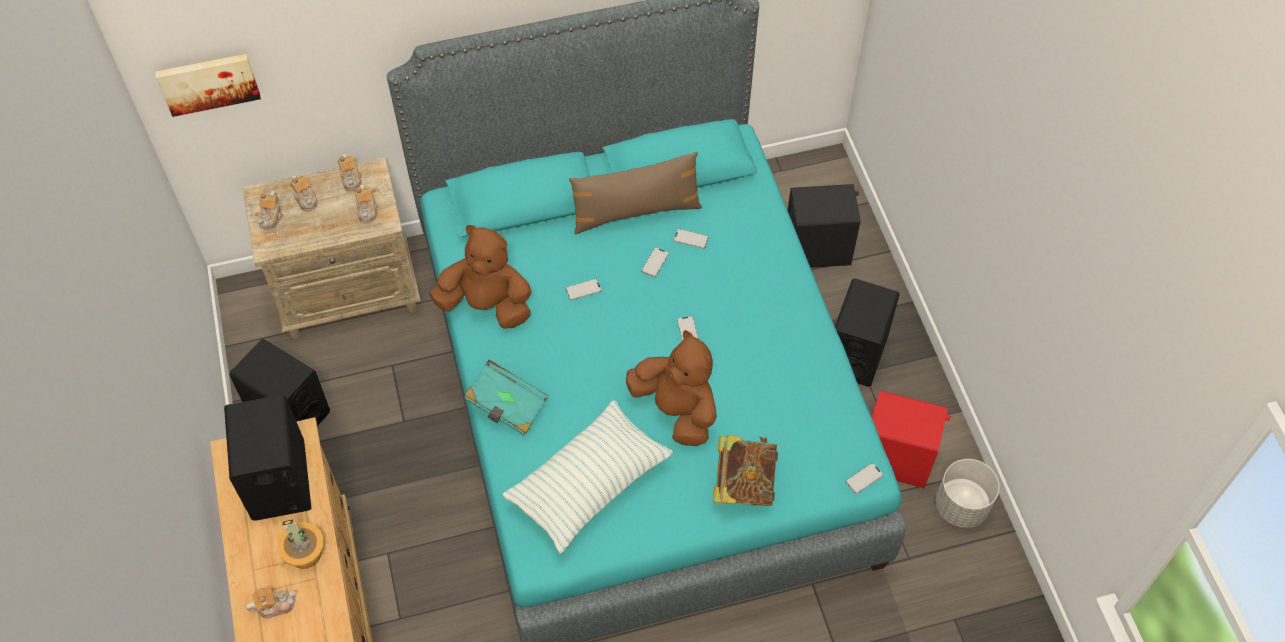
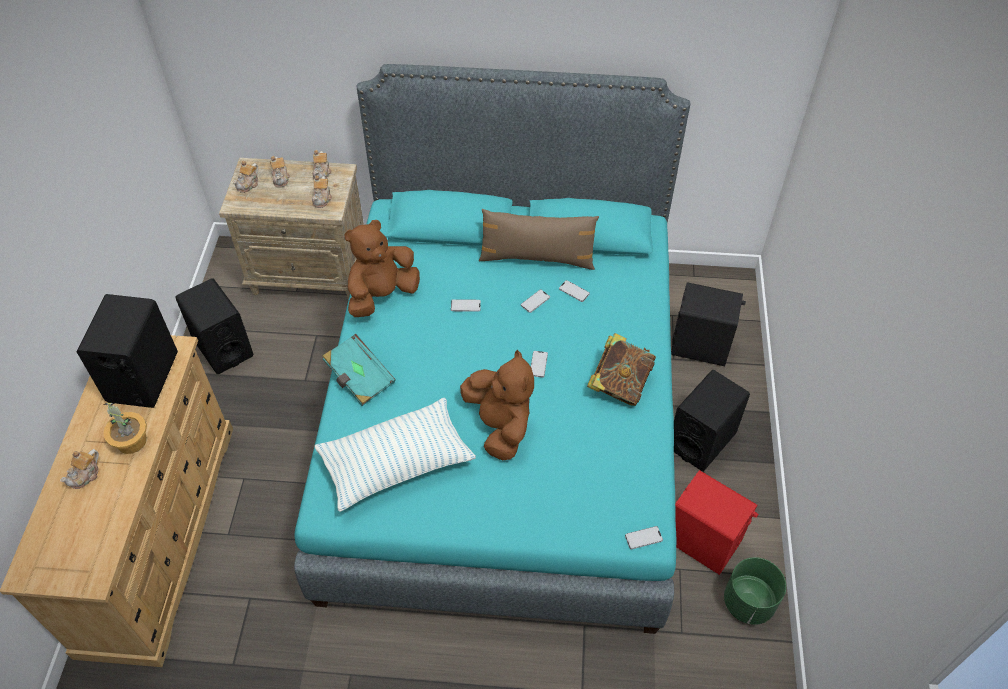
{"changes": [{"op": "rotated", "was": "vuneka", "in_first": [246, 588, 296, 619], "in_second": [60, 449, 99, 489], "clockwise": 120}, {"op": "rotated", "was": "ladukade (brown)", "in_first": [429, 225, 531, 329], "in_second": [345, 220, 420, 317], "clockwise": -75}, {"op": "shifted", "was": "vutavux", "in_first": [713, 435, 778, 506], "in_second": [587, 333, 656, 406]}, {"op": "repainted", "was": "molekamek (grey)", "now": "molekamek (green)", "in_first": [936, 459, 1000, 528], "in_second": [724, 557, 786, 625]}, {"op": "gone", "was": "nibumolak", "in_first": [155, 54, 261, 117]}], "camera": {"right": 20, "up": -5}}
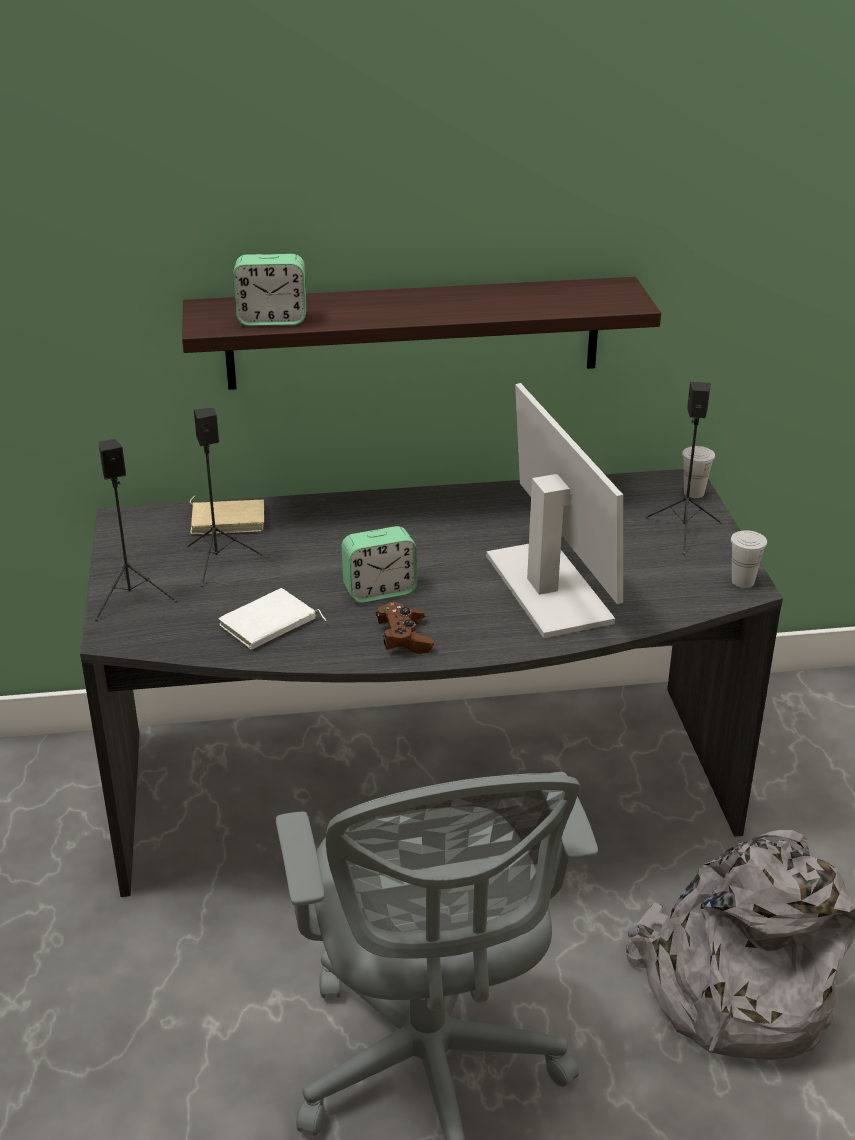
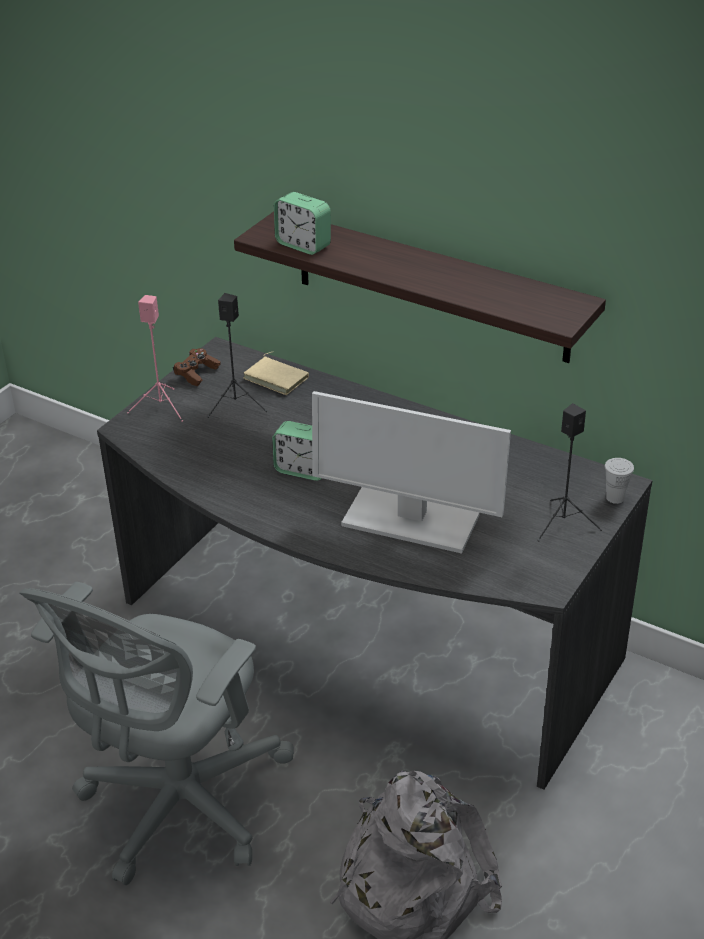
{"changes": [{"op": "repainted", "was": "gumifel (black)", "now": "gumifel (pink)", "in_first": [95, 439, 177, 621], "in_second": [127, 295, 183, 422]}, {"op": "shifted", "was": "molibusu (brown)", "in_first": [376, 602, 434, 654], "in_second": [173, 348, 221, 386]}, {"op": "rotated", "was": "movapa", "in_first": [486, 383, 623, 638], "in_second": [312, 391, 511, 554], "clockwise": 90}, {"op": "gone", "was": "vutavux (white)", "in_first": [219, 588, 327, 649]}, {"op": "gone", "was": "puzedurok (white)", "in_first": [731, 530, 767, 588]}], "camera": {"right": 40, "up": 5}}
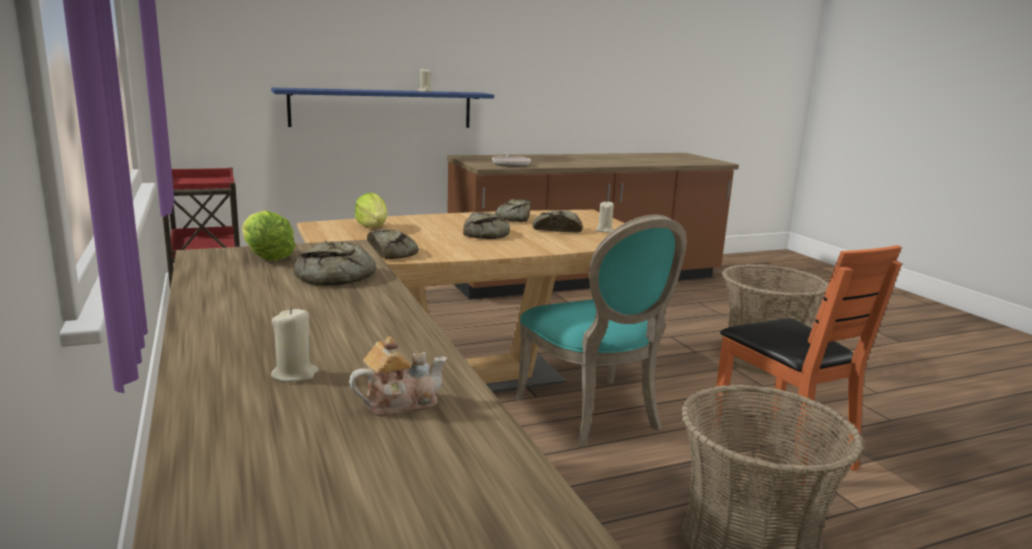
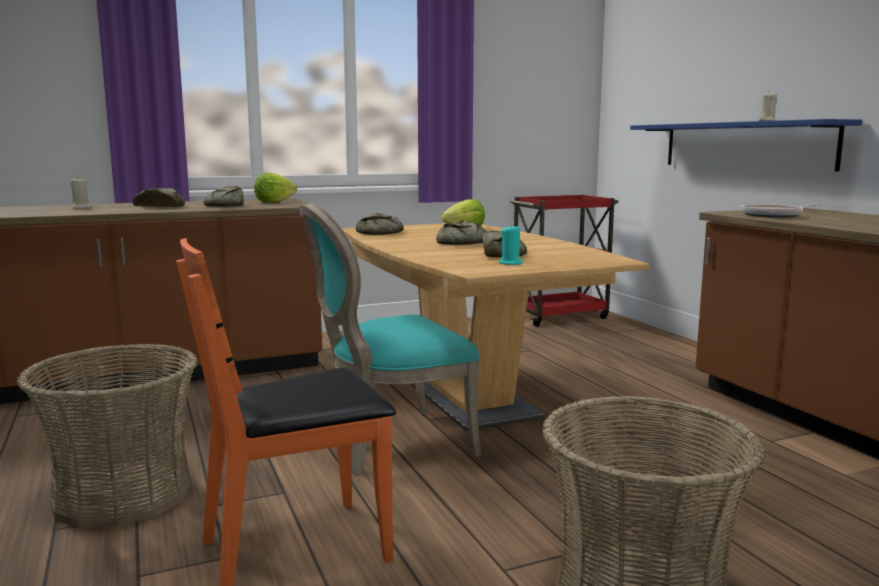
{"changes": [{"op": "shifted", "was": "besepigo", "in_first": [495, 199, 532, 222], "in_second": [133, 187, 185, 207]}, {"op": "repainted", "was": "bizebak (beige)", "now": "bizebak (turquoise)", "in_first": [596, 201, 614, 233], "in_second": [499, 224, 523, 265]}, {"op": "gone", "was": "vuneka", "in_first": [349, 336, 447, 416]}], "camera": {"right": 90, "up": -5}}
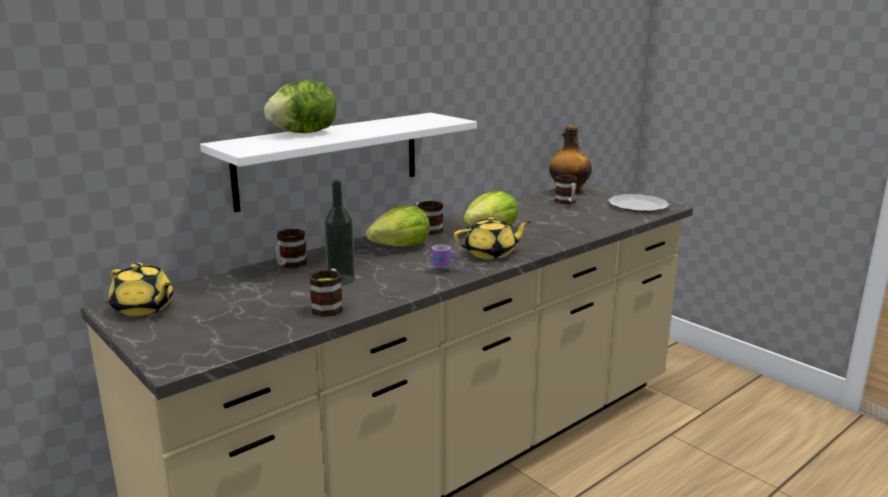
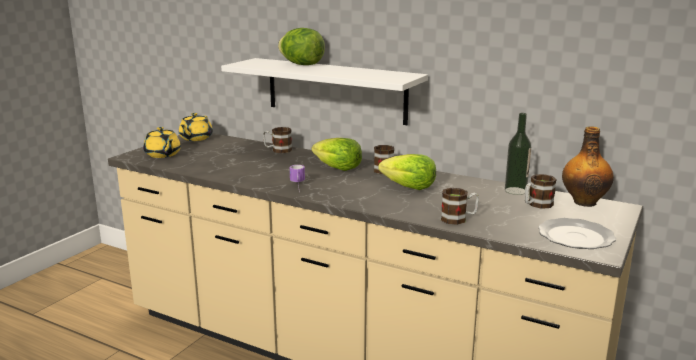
{"changes": [{"op": "shifted", "was": "vuneka (yellow)", "in_first": [454, 216, 531, 259], "in_second": [143, 127, 181, 158]}, {"op": "shifted", "was": "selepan", "in_first": [309, 269, 343, 317], "in_second": [441, 188, 479, 225]}, {"op": "shifted", "was": "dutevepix", "in_first": [324, 180, 355, 285], "in_second": [505, 113, 531, 195]}], "camera": {"right": 70, "up": 0}}
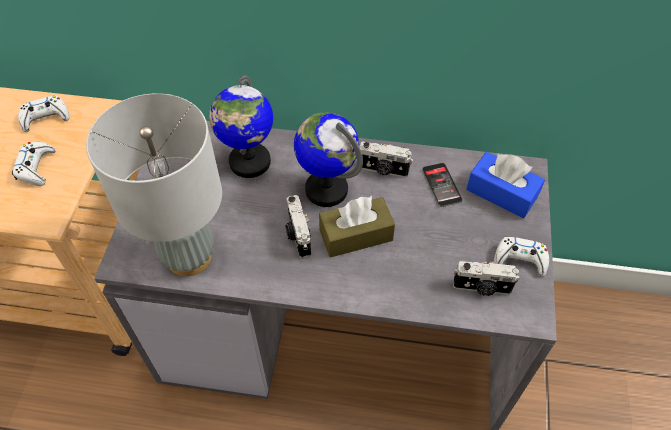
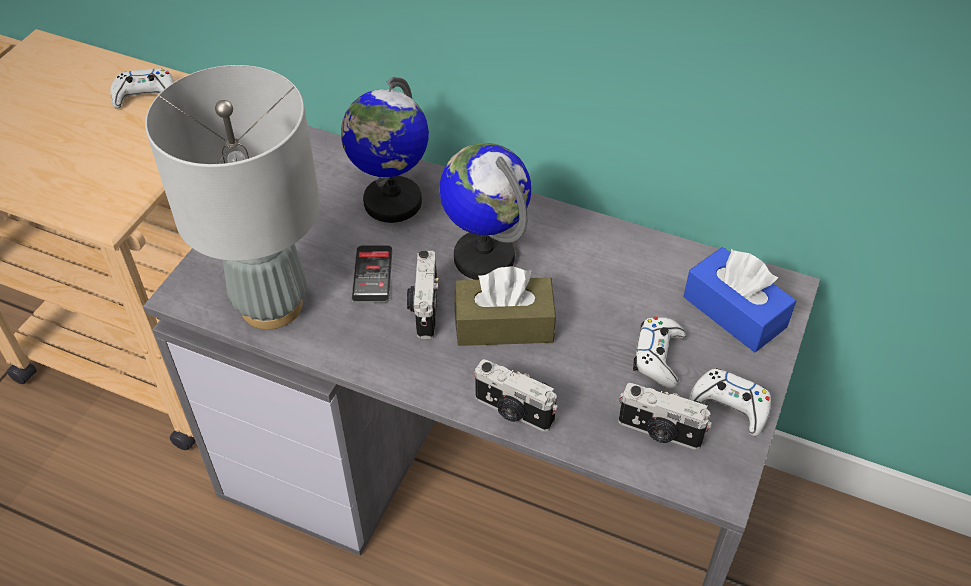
{"changes": [{"op": "shifted", "was": "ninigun", "in_first": [422, 163, 462, 207], "in_second": [352, 245, 392, 303]}, {"op": "shifted", "was": "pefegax", "in_first": [360, 141, 413, 178], "in_second": [474, 359, 558, 432]}, {"op": "shifted", "was": "molibusu (white)", "in_first": [12, 142, 55, 186], "in_second": [633, 316, 686, 388]}], "camera": {"right": 15, "up": -5}}
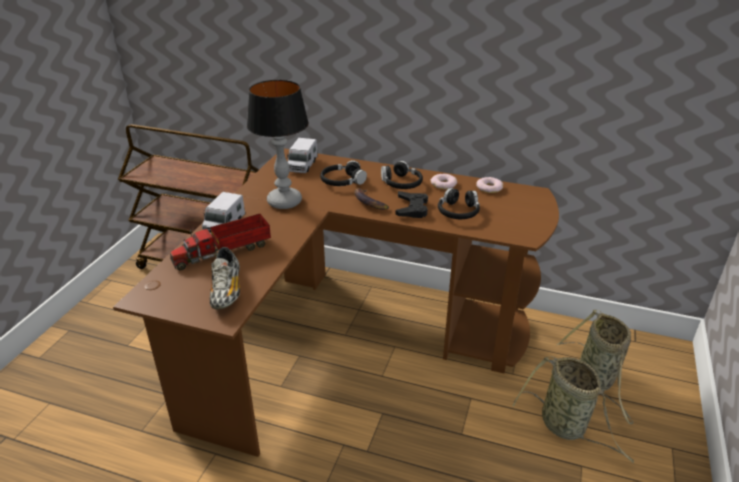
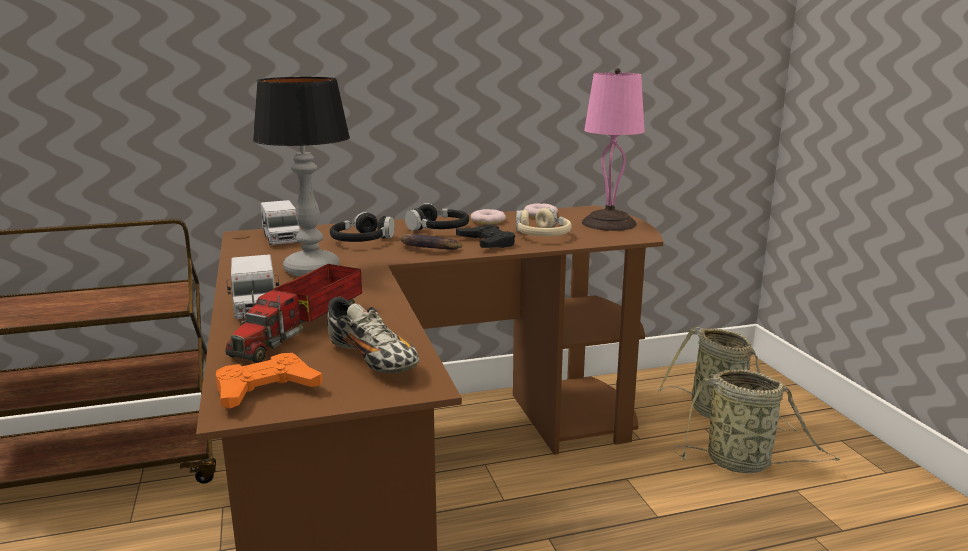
{"changes": [{"op": "new", "now": "molibusu (orange)", "in_second": [216, 353, 323, 409]}, {"op": "repainted", "was": "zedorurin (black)", "now": "zedorurin (beige)", "in_first": [438, 188, 480, 219], "in_second": [516, 208, 572, 236]}, {"op": "new", "now": "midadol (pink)", "in_second": [582, 68, 645, 231]}], "camera": {"right": -35, "up": -15}}
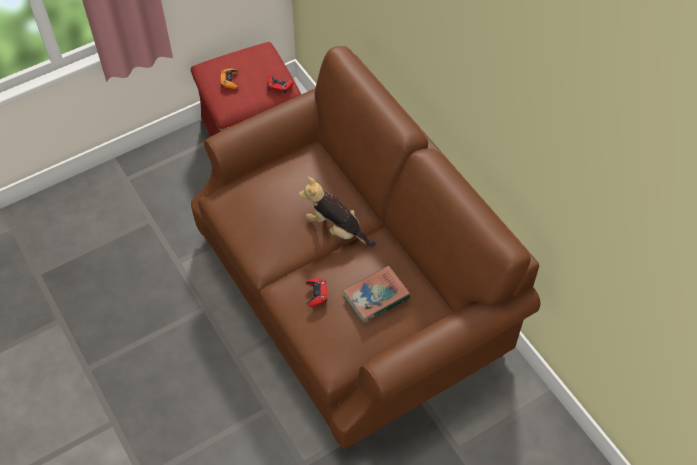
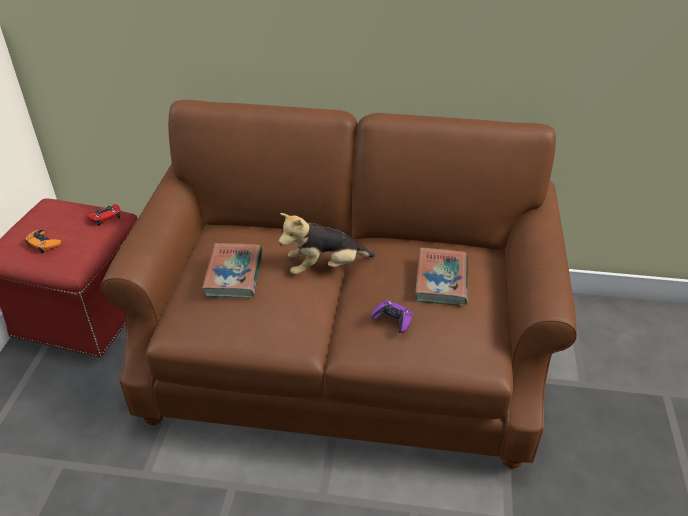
{"changes": [{"op": "new", "now": "vutavux", "in_second": [202, 243, 263, 297]}, {"op": "repainted", "was": "molibusu (red)", "now": "molibusu (purple)", "in_first": [306, 279, 328, 307], "in_second": [371, 300, 413, 333]}], "camera": {"right": -50, "up": -15}}
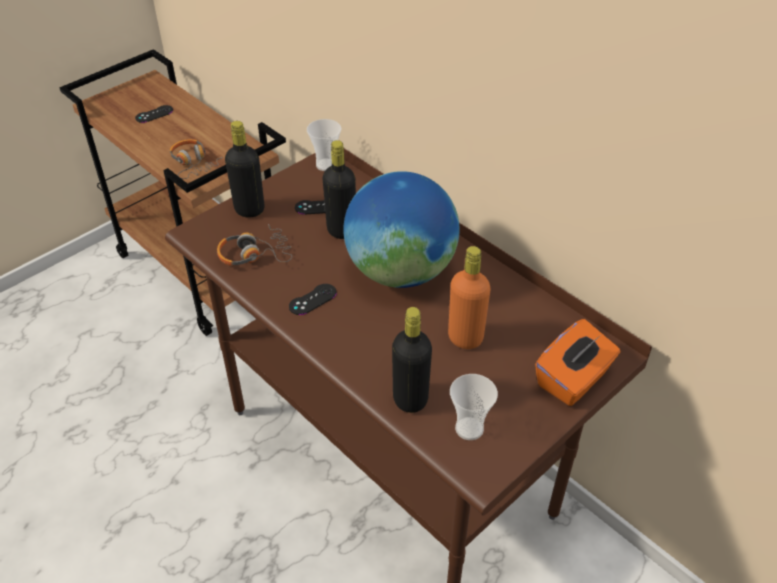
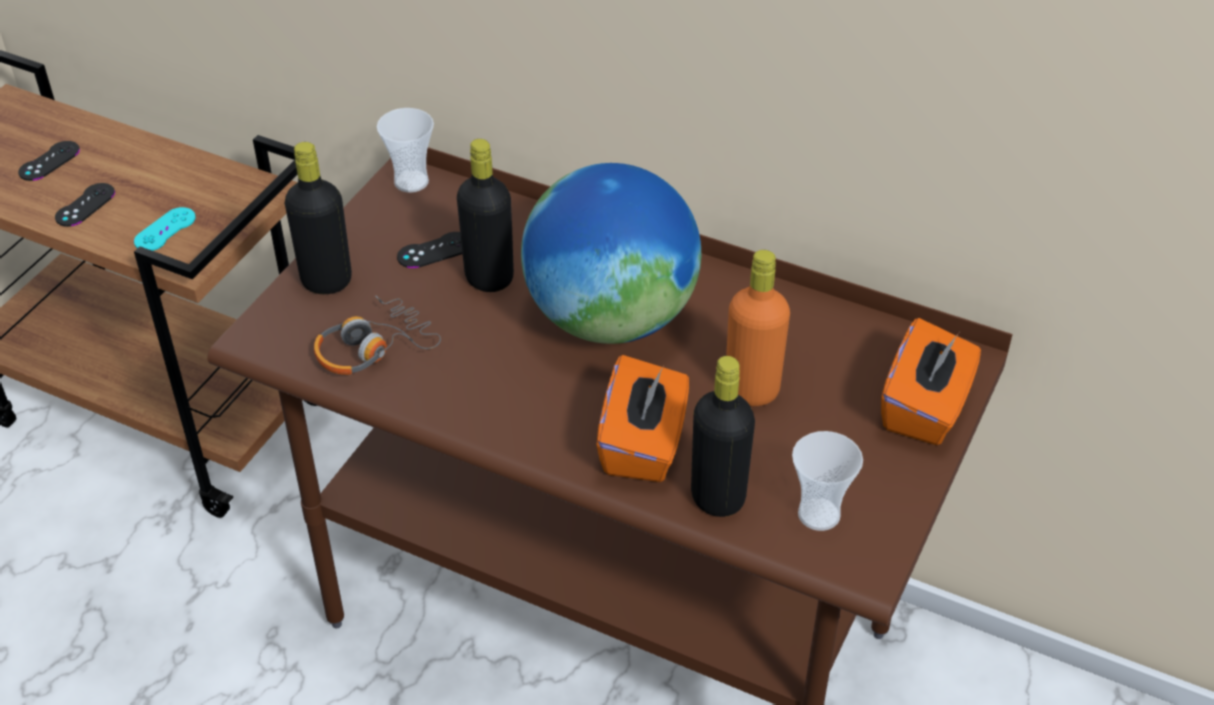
{"changes": [{"op": "shifted", "was": "molibusu (black)", "in_first": [289, 284, 337, 315], "in_second": [55, 183, 115, 227]}, {"op": "swapped", "was": "zedorurin", "now": "molibusu (turquoise)", "in_first": [170, 139, 223, 179], "in_second": [134, 207, 196, 251]}, {"op": "new", "now": "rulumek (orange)", "in_second": [597, 355, 689, 482]}], "camera": {"right": -20, "up": 0}}
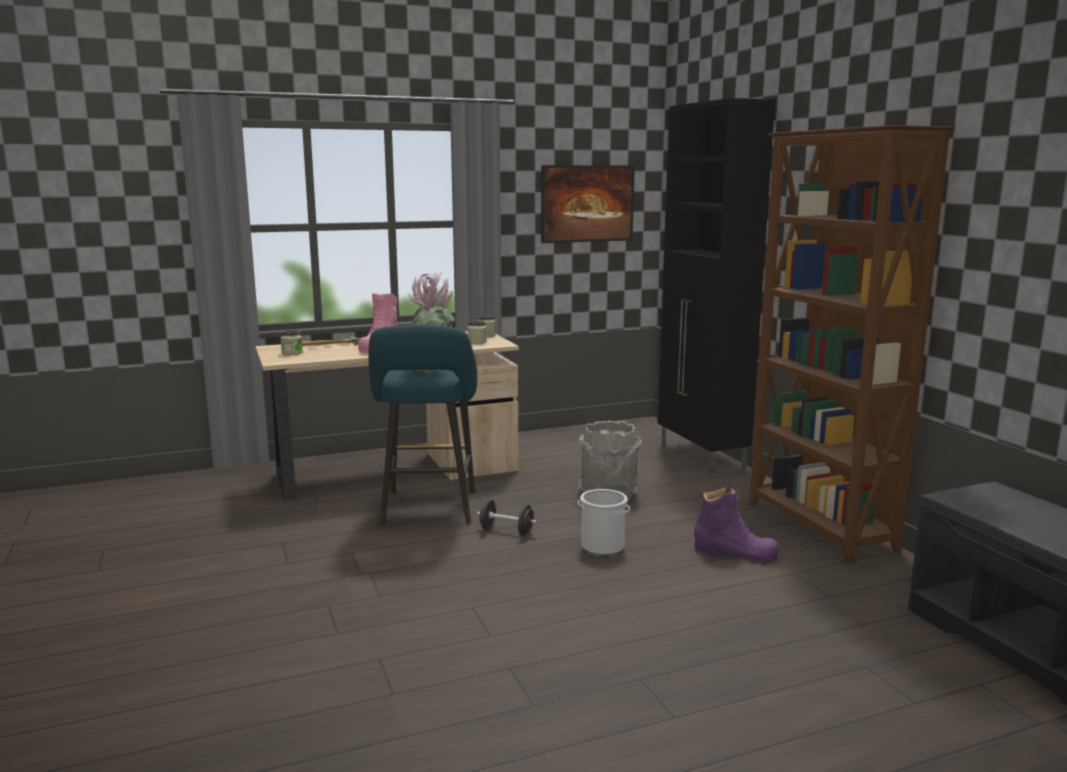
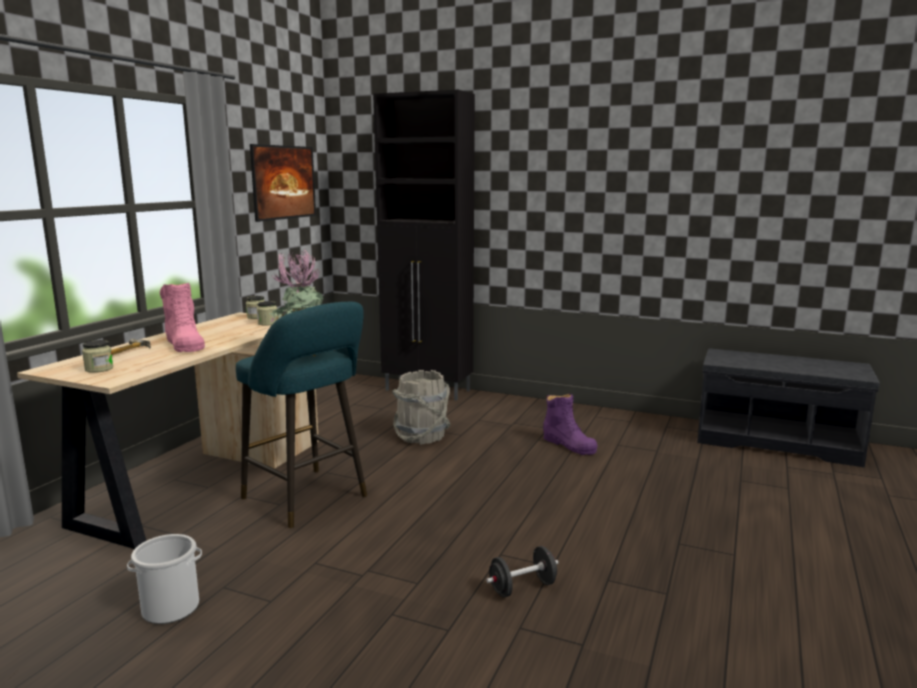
{"changes": [{"op": "shifted", "was": "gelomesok", "in_first": [578, 489, 630, 555], "in_second": [127, 534, 202, 624]}, {"op": "shifted", "was": "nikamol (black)", "in_first": [477, 500, 537, 536], "in_second": [486, 546, 558, 598]}, {"op": "rotated", "was": "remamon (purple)", "in_first": [694, 486, 779, 562], "in_second": [543, 393, 598, 455], "clockwise": 75}, {"op": "gone", "was": "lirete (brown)", "in_first": [749, 125, 956, 562]}], "camera": {"right": -45, "up": 0}}
